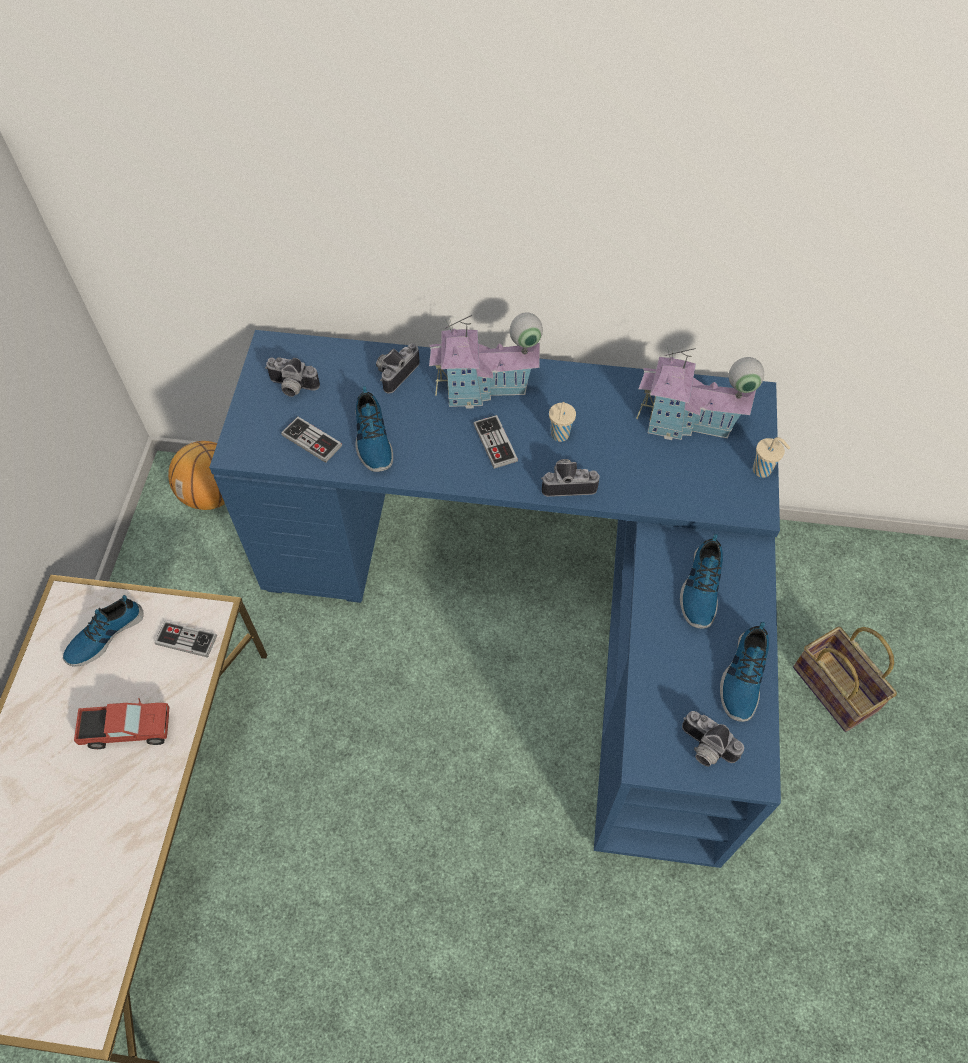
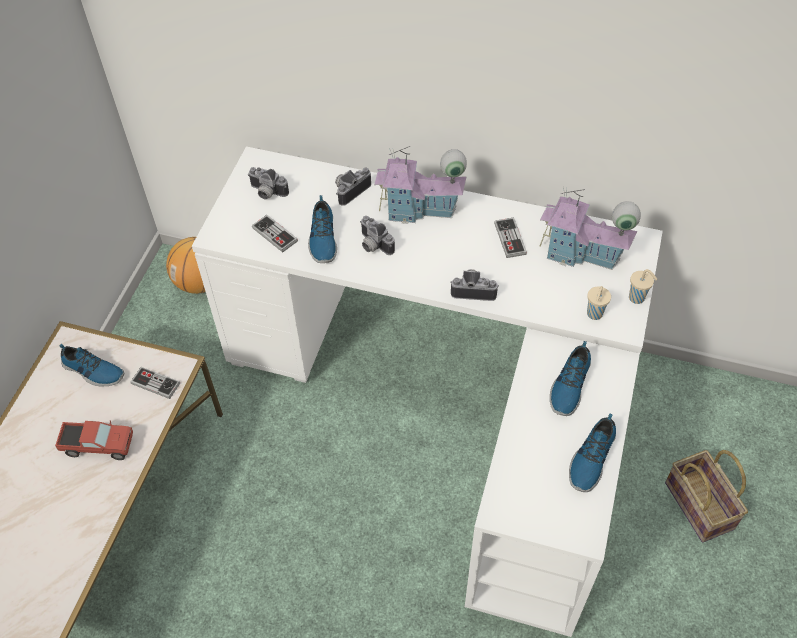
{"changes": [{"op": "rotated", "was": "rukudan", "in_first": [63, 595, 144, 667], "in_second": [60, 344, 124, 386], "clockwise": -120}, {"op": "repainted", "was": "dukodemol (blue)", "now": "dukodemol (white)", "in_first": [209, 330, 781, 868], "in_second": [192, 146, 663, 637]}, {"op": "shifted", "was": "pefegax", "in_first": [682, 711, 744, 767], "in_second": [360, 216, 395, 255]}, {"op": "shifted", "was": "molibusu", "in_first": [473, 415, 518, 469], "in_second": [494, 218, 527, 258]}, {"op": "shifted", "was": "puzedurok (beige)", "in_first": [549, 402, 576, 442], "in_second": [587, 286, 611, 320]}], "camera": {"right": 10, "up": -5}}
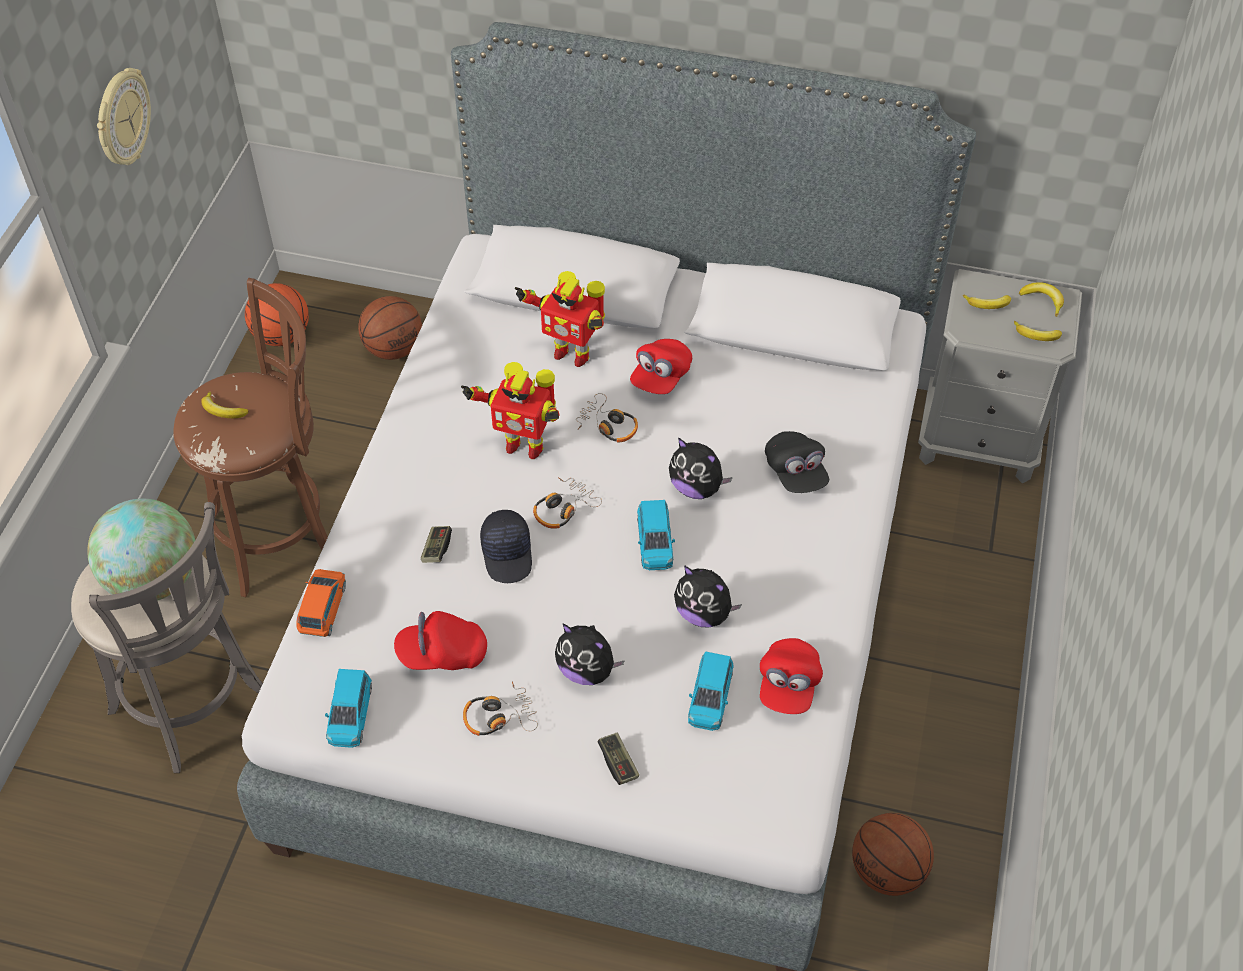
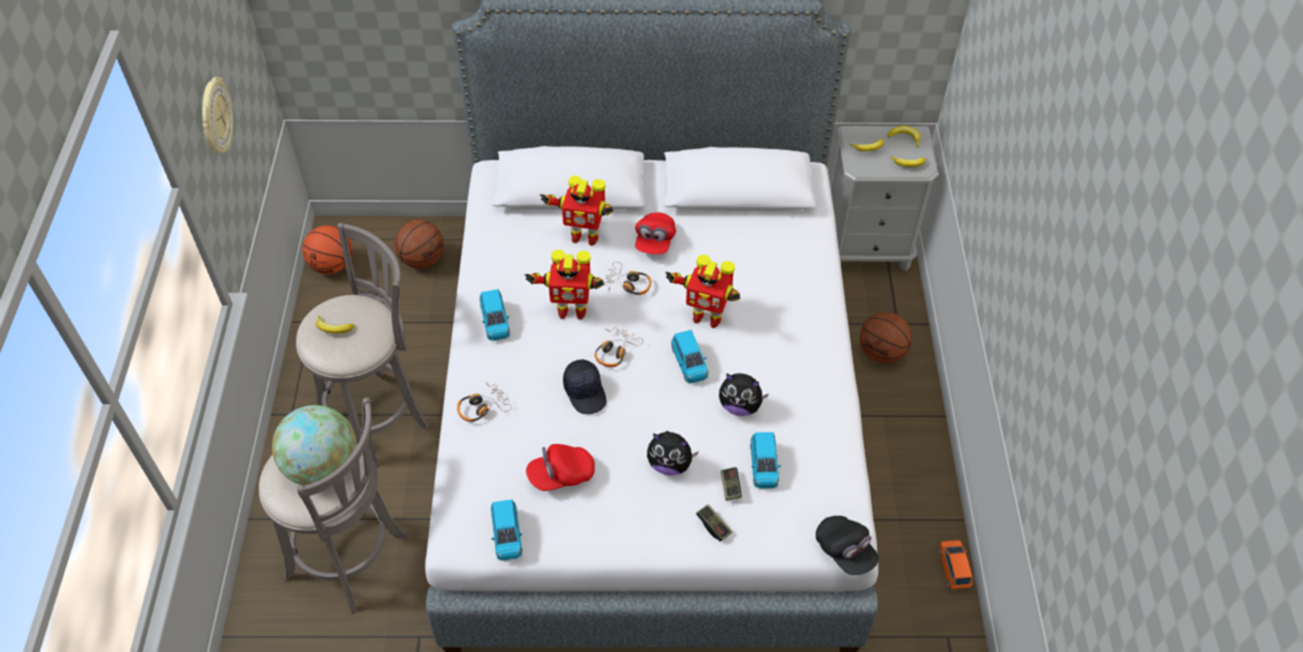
{"changes": [{"op": "repainted", "was": "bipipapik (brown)", "now": "bipipapik (grey)", "in_first": [173, 278, 328, 597], "in_second": [296, 223, 429, 445]}, {"op": "shifted", "was": "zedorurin", "in_first": [463, 681, 538, 736], "in_second": [457, 382, 512, 422]}, {"op": "new", "now": "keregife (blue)", "in_second": [480, 289, 510, 341]}, {"op": "swapped", "was": "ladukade", "now": "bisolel", "in_first": [669, 438, 733, 499], "in_second": [665, 255, 740, 328]}, {"op": "shifted", "was": "molibusu", "in_first": [421, 526, 452, 563], "in_second": [721, 467, 742, 501]}, {"op": "shifted", "was": "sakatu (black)", "in_first": [765, 431, 829, 493], "in_second": [816, 516, 879, 575]}, {"op": "shifted", "was": "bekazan", "in_first": [852, 813, 934, 896], "in_second": [860, 312, 912, 364]}, {"op": "shifted", "was": "keregife (orange)", "in_first": [297, 569, 346, 637], "in_second": [939, 540, 973, 589]}, {"op": "gone", "was": "sakatu (red)", "in_first": [760, 638, 823, 714]}], "camera": {"right": -15, "up": 0}}
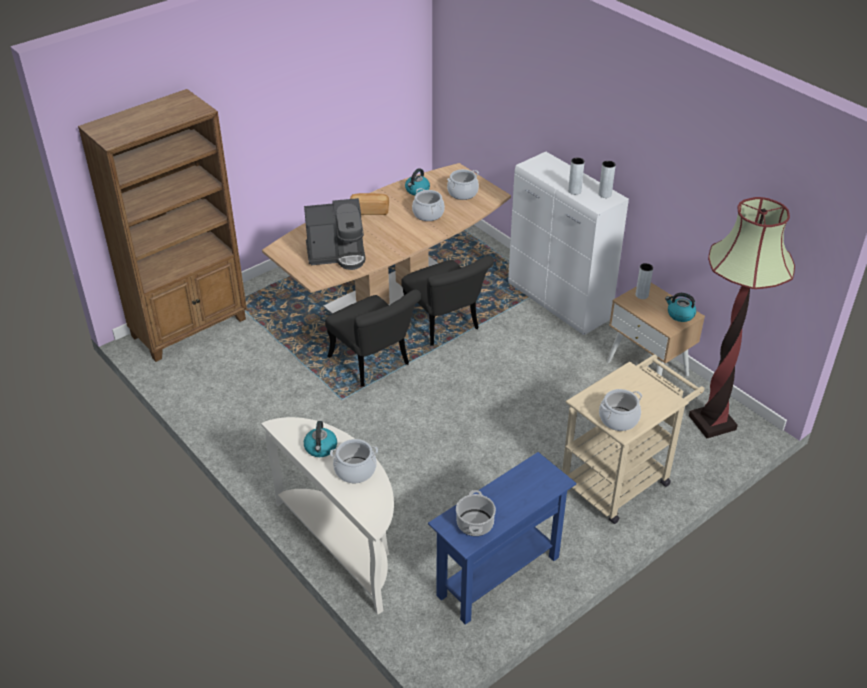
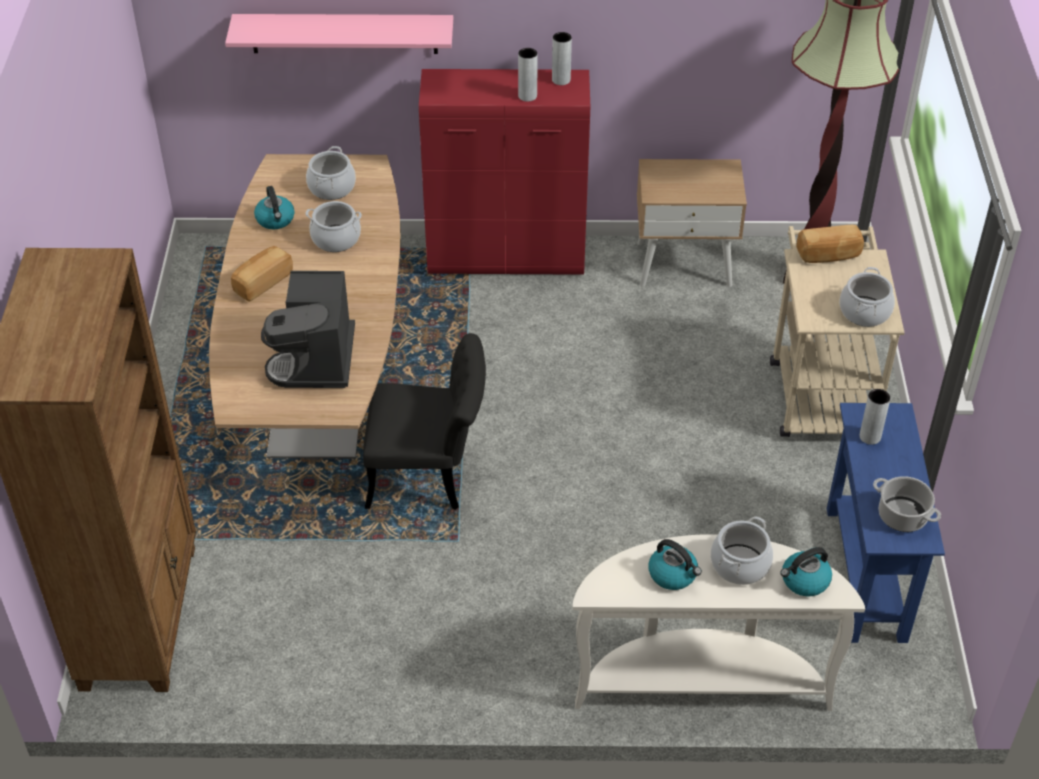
{"changes": [{"op": "new", "now": "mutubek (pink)", "in_second": [225, 14, 453, 54]}, {"op": "rotated", "was": "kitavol", "in_first": [304, 198, 365, 270], "in_second": [261, 271, 355, 388], "clockwise": 150}, {"op": "repainted", "was": "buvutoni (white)", "now": "buvutoni (red)", "in_first": [508, 152, 629, 335], "in_second": [419, 69, 590, 275]}, {"op": "shifted", "was": "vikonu", "in_first": [665, 293, 697, 322], "in_second": [780, 547, 832, 597]}, {"op": "new", "now": "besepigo", "in_second": [797, 225, 864, 263]}, {"op": "shifted", "was": "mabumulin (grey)", "in_first": [635, 263, 653, 299], "in_second": [859, 389, 891, 445]}, {"op": "gone", "was": "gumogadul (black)", "in_first": [401, 256, 494, 346]}], "camera": {"right": -50, "up": 5}}
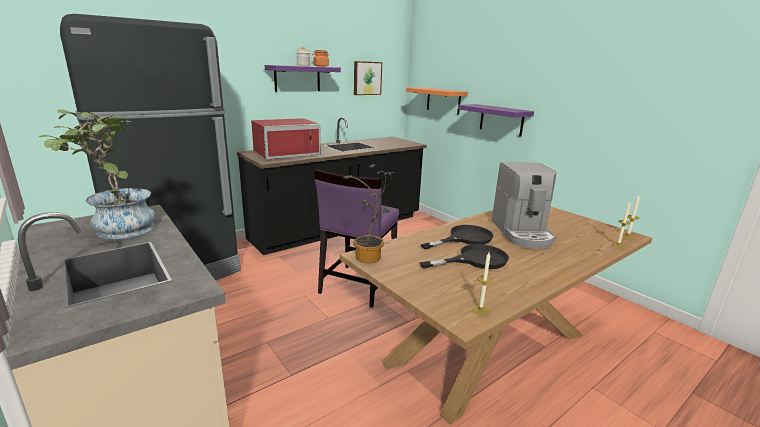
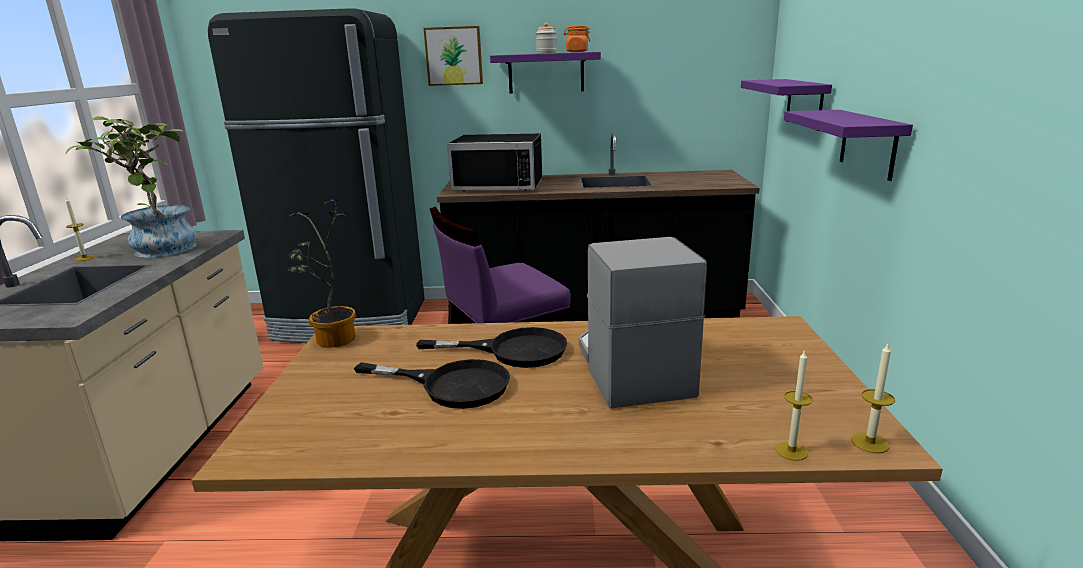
{"changes": [{"op": "shifted", "was": "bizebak", "in_first": [472, 253, 493, 315], "in_second": [65, 197, 95, 261]}, {"op": "shifted", "was": "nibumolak", "in_first": [354, 61, 382, 95], "in_second": [424, 26, 483, 86]}, {"op": "repainted", "was": "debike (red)", "now": "debike (black)", "in_first": [251, 118, 321, 160], "in_second": [447, 134, 542, 191]}, {"op": "rotated", "was": "kitavol", "in_first": [492, 162, 556, 249], "in_second": [579, 237, 707, 409], "clockwise": 135}, {"op": "repainted", "was": "mutubek (orange)", "now": "mutubek (purple)", "in_first": [406, 87, 468, 115], "in_second": [741, 79, 832, 131]}], "camera": {"right": 40, "up": 0}}
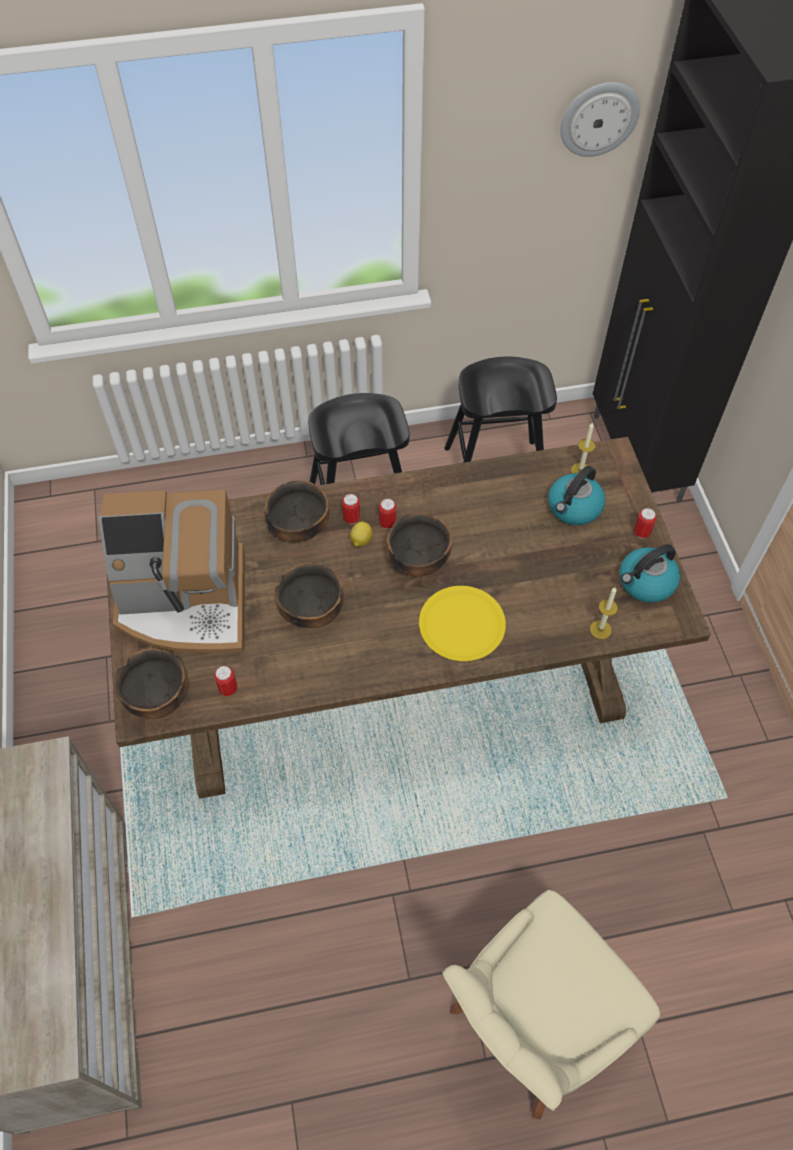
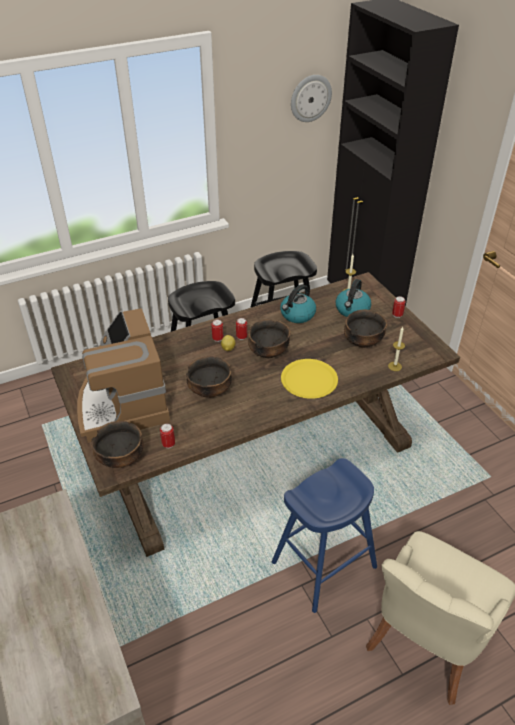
{"changes": [{"op": "rotated", "was": "kitavol", "in_first": [99, 490, 245, 653], "in_second": [77, 308, 170, 443], "clockwise": 90}, {"op": "new", "now": "bipipapik (blue)", "in_second": [272, 458, 377, 613]}, {"op": "shifted", "was": "vikonu", "in_first": [620, 544, 680, 603], "in_second": [280, 284, 316, 323]}, {"op": "shifted", "was": "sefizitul", "in_first": [264, 480, 330, 542], "in_second": [344, 310, 387, 348]}], "camera": {"right": -15, "up": -15}}
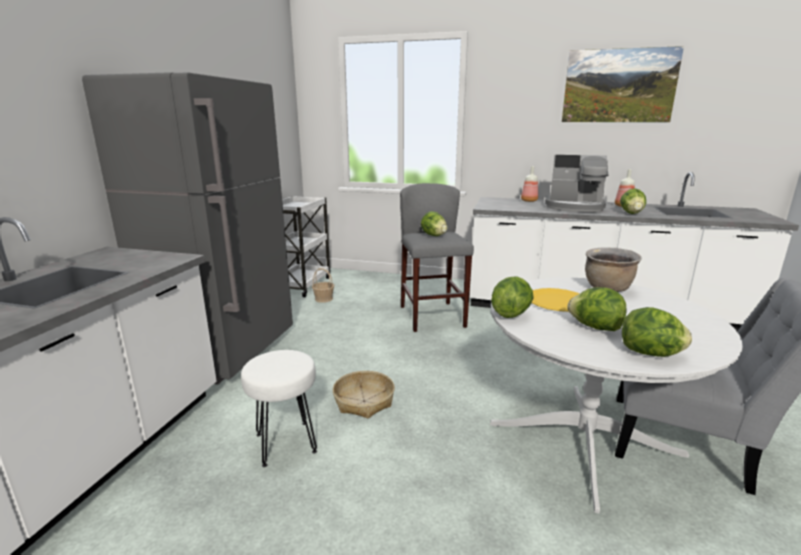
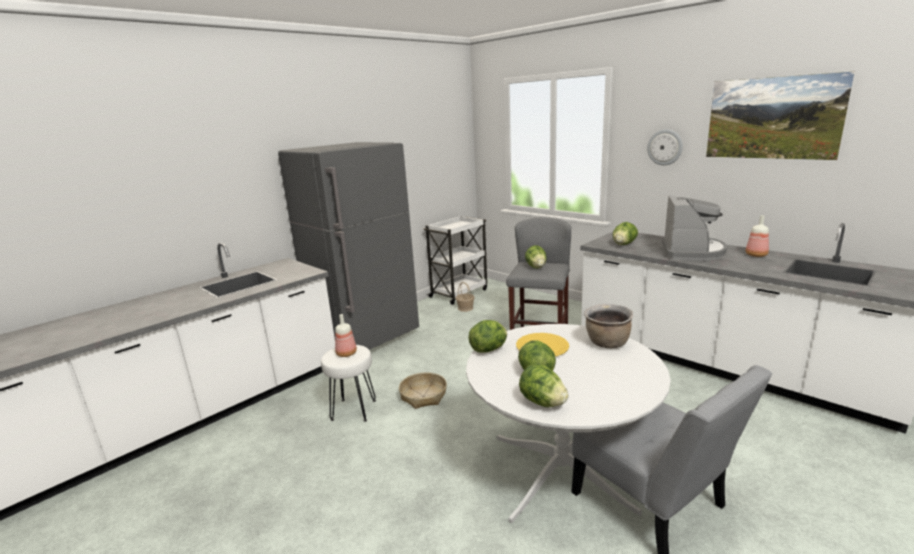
{"changes": [{"op": "shifted", "was": "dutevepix", "in_first": [521, 166, 538, 202], "in_second": [335, 314, 357, 357]}, {"op": "shifted", "was": "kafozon", "in_first": [620, 188, 646, 214], "in_second": [612, 222, 638, 245]}, {"op": "new", "now": "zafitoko", "in_second": [647, 129, 683, 165]}, {"op": "rotated", "was": "kitavol", "in_first": [545, 155, 609, 213], "in_second": [662, 195, 727, 261], "clockwise": -120}], "camera": {"right": 30, "up": 0}}
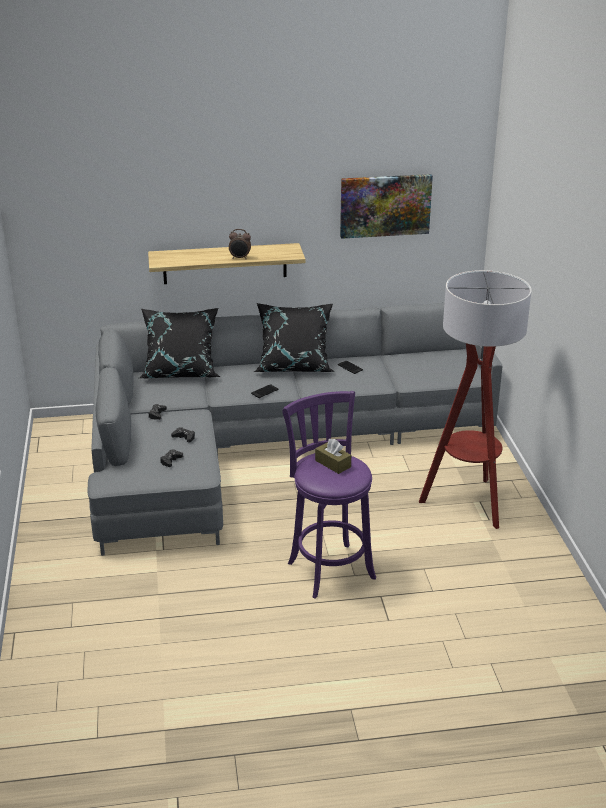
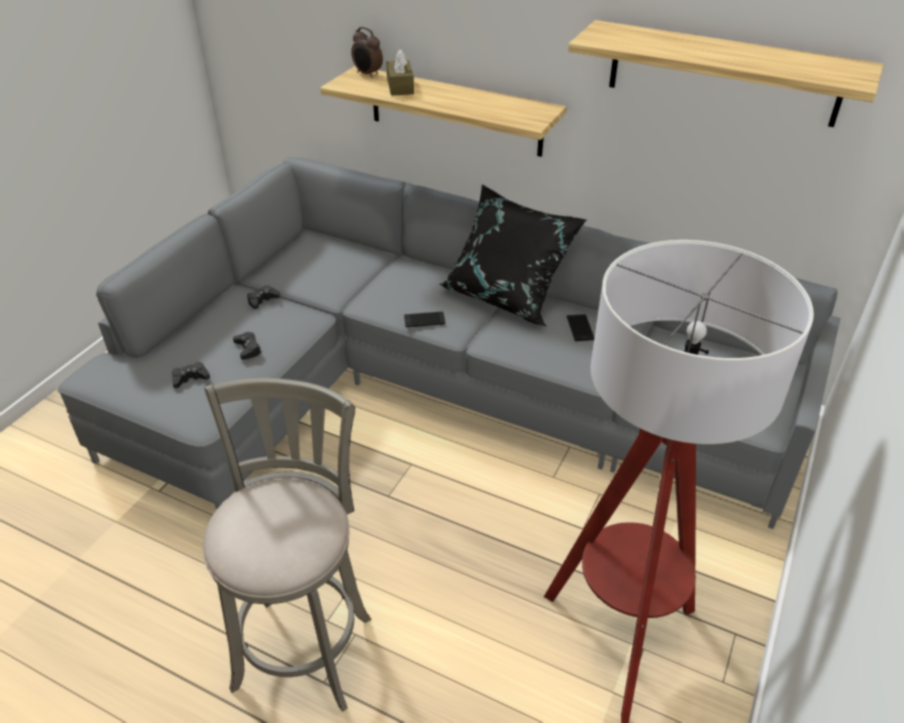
{"changes": [{"op": "repainted", "was": "bipipapik (purple)", "now": "bipipapik (grey)", "in_first": [282, 391, 376, 599], "in_second": [203, 378, 372, 711]}, {"op": "shifted", "was": "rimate", "in_first": [229, 229, 251, 259], "in_second": [351, 27, 383, 78]}, {"op": "shifted", "was": "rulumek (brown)", "in_first": [315, 439, 351, 474], "in_second": [386, 49, 414, 96]}, {"op": "swapped", "was": "nibumolak", "now": "mutubek", "in_first": [340, 174, 433, 239], "in_second": [568, 20, 884, 127]}, {"op": "gone", "was": "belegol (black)", "in_first": [140, 308, 221, 378]}], "camera": {"right": 35, "up": 10}}
